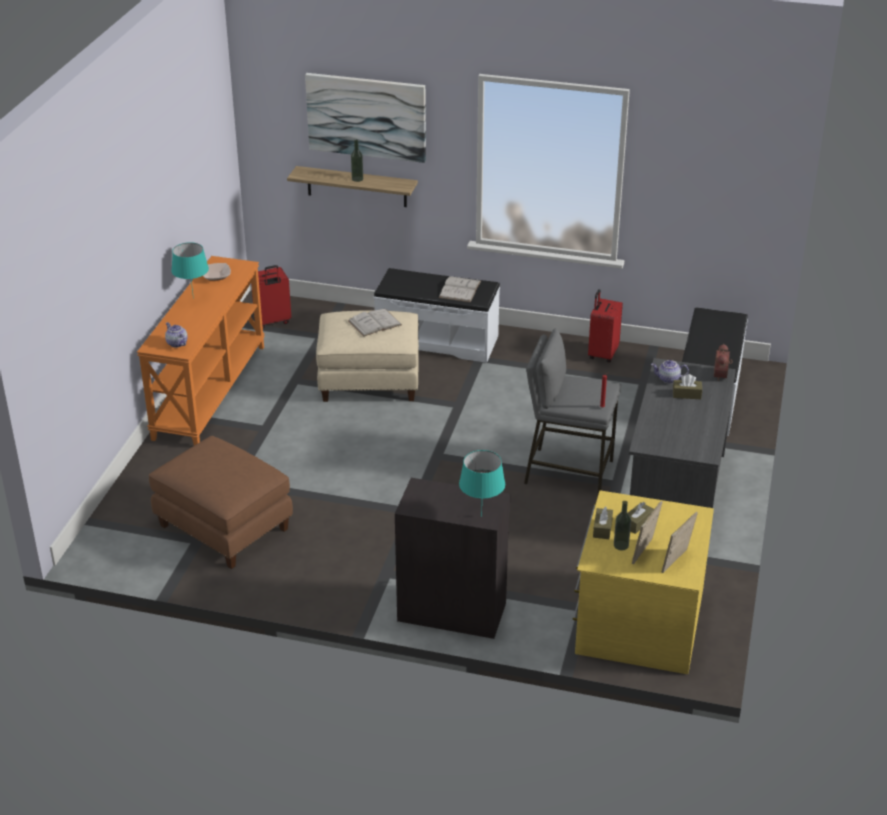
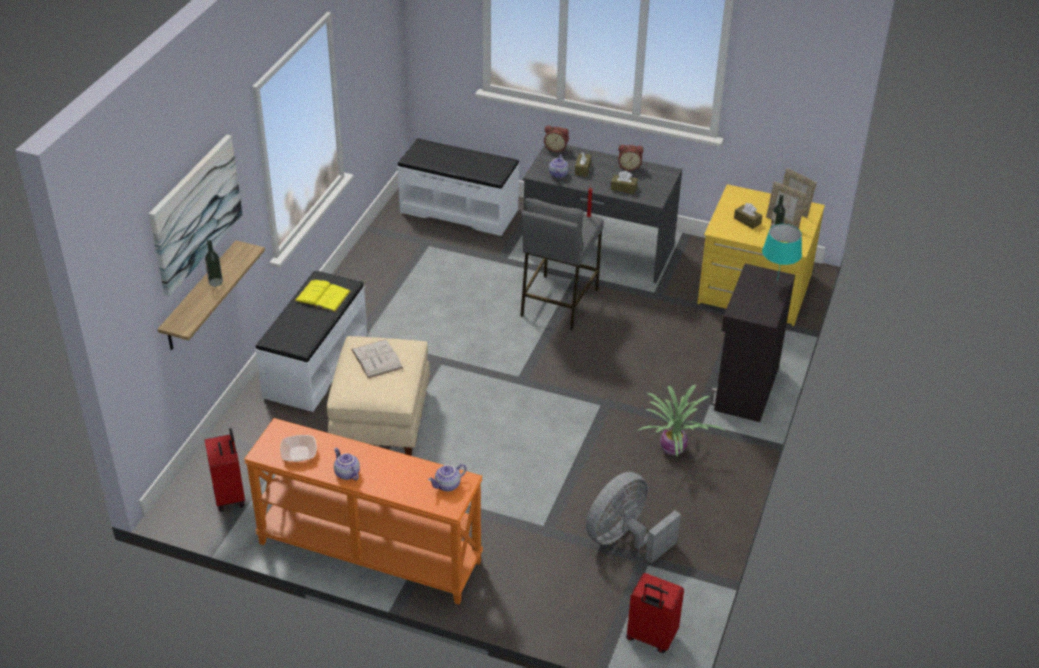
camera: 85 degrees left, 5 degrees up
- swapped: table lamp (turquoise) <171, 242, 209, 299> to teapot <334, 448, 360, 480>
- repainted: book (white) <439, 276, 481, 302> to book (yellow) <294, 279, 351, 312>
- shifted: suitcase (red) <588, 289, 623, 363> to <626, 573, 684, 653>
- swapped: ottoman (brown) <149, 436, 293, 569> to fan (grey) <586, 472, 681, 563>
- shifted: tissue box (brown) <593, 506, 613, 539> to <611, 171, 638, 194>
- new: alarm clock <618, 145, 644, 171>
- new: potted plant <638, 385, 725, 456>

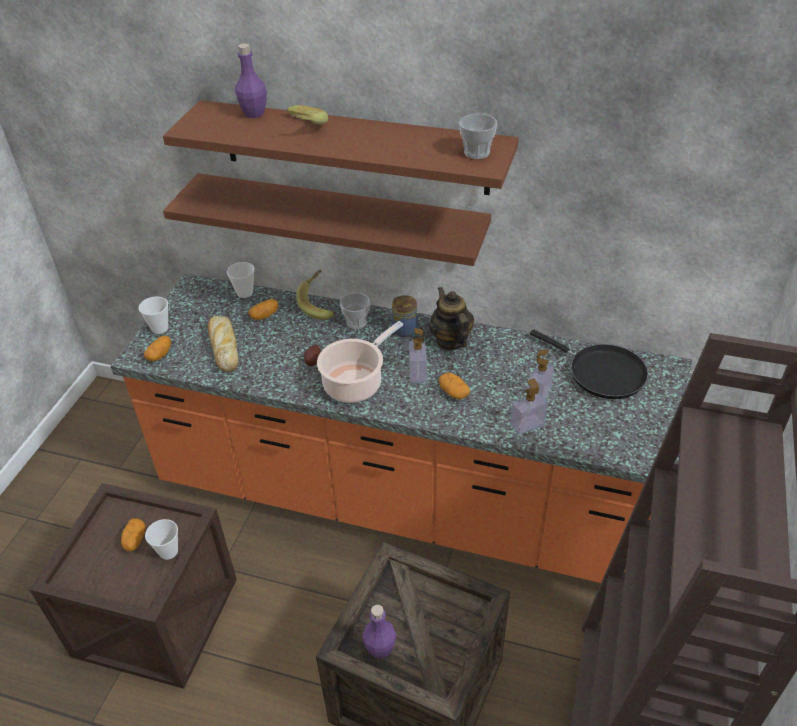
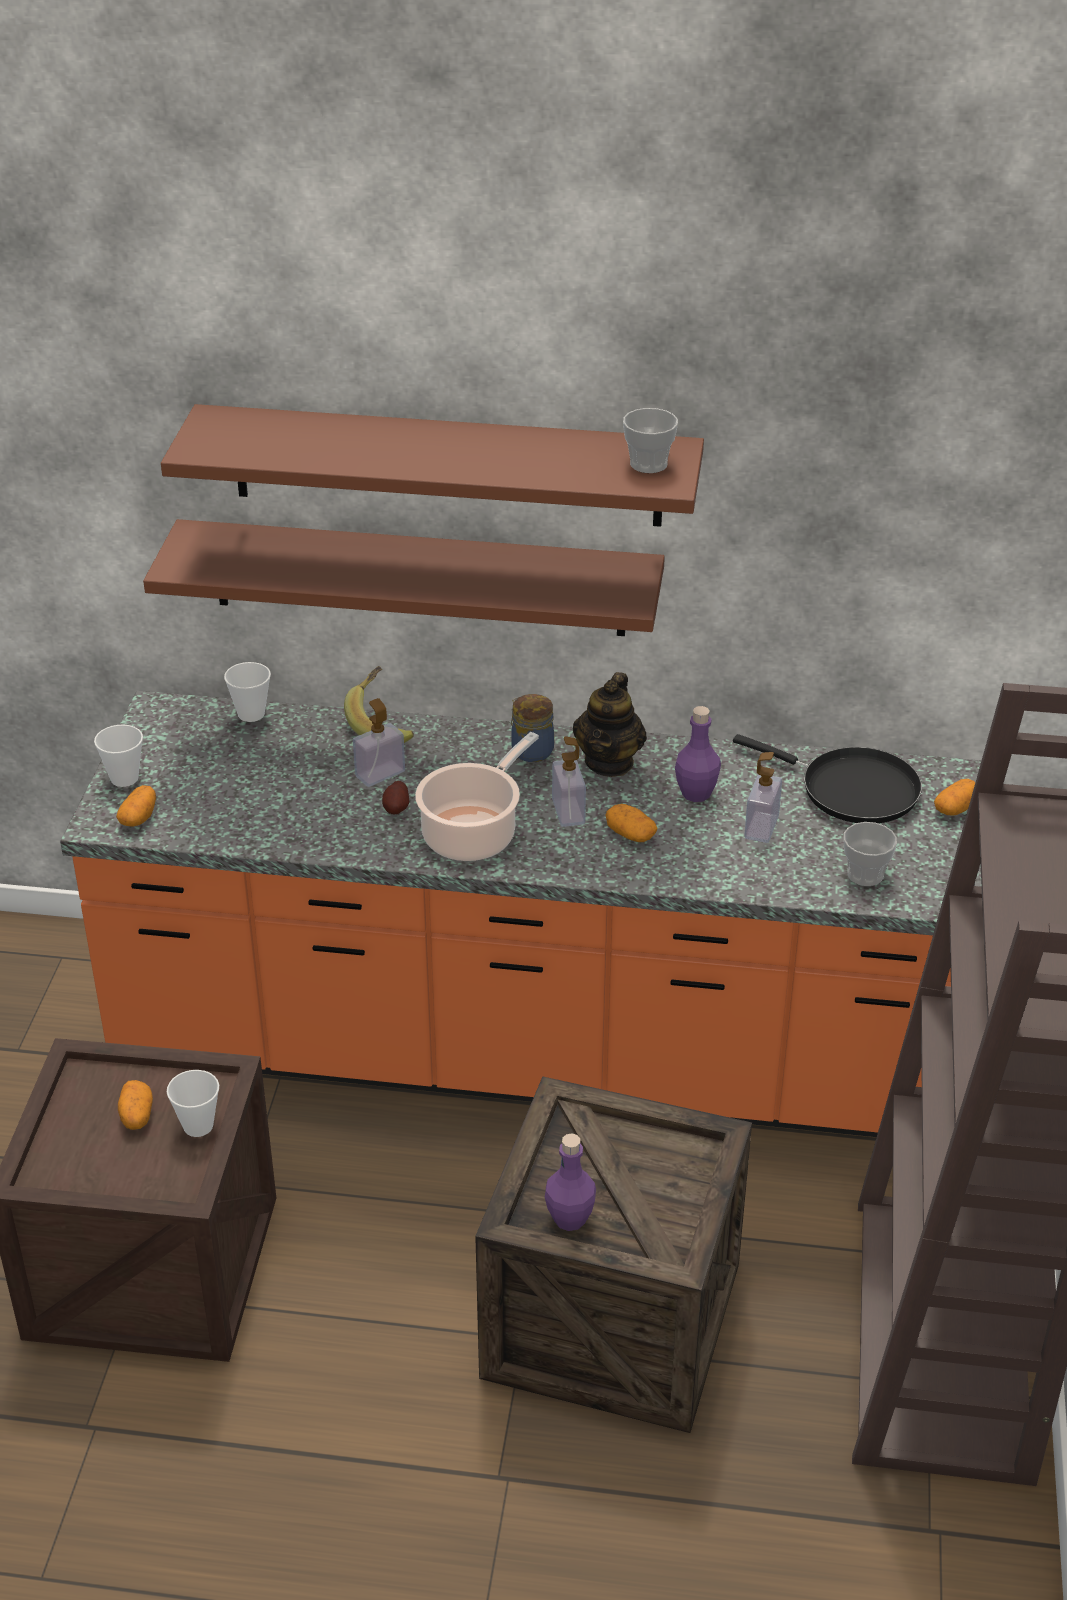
camera: 10 degrees left, 5 degrees down
- shifted: bottle (purple) <235, 44, 267, 118> to <675, 706, 721, 802>
- gone: banana <287, 105, 328, 125>
- rotated: teapot <429, 287, 474, 351> = <573, 672, 647, 777> 135 degrees counterclockwise
- shifted: cup <340, 293, 370, 329> to <844, 822, 897, 886>
- shifted: potato <248, 299, 278, 320> to <934, 779, 975, 816>
- gone: bread <208, 316, 239, 372>
- shifted: soap dispenser <510, 378, 548, 435> to <353, 698, 405, 787>

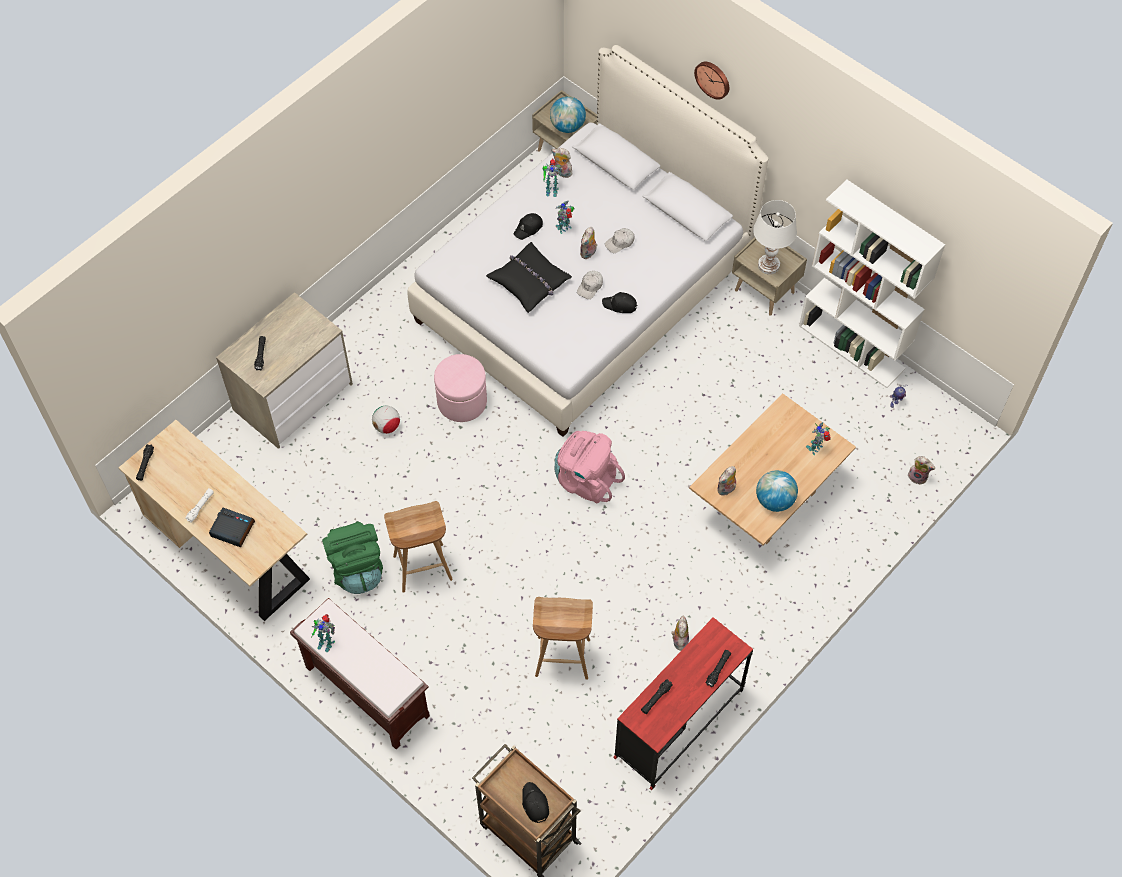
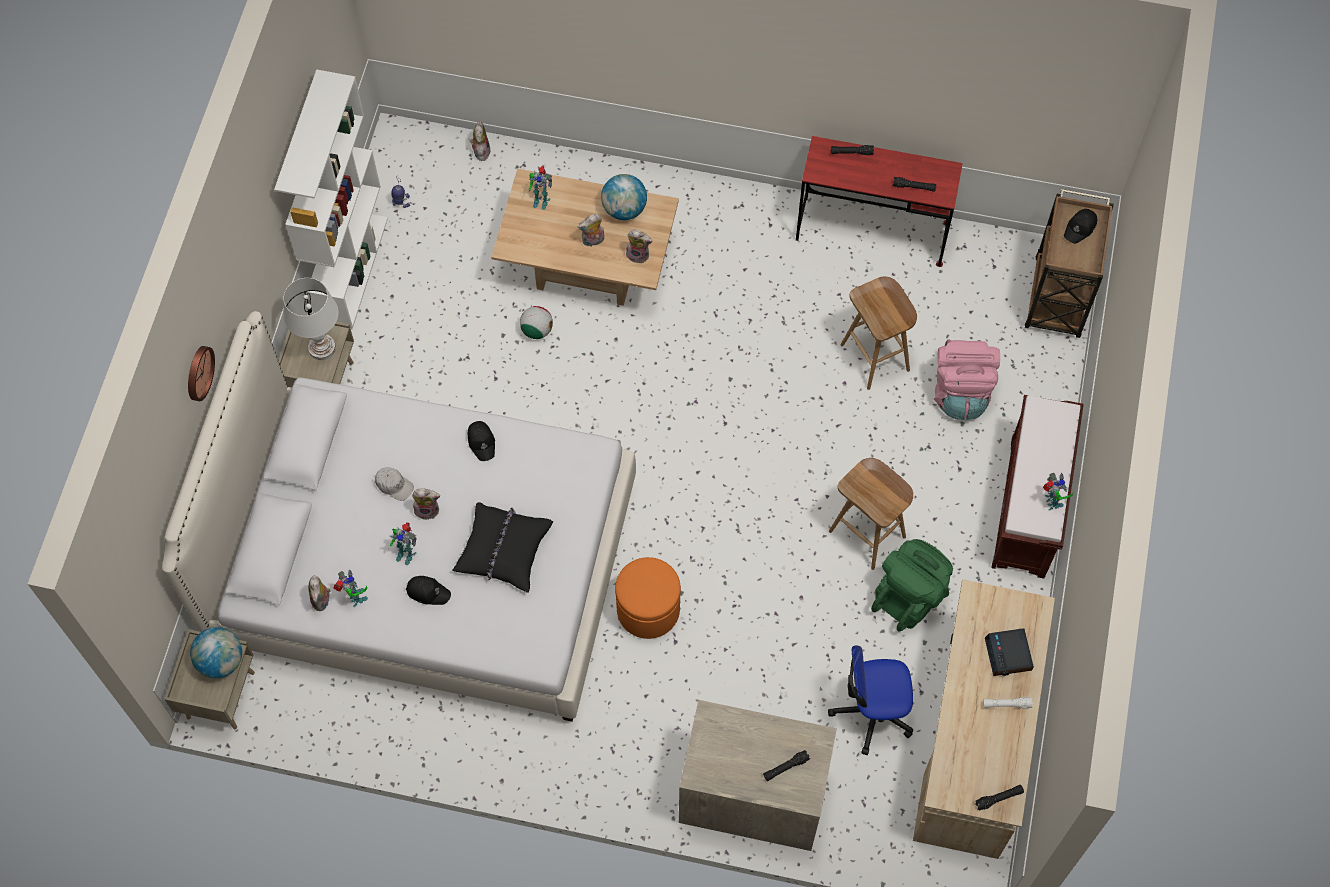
camera: 120 degrees left, 5 degrees up
- gone: cap (white) <577, 271, 603, 299>
- repainted: ottoman (pink) <434, 354, 487, 422> to ottoman (orange) <615, 557, 681, 639>
- shifted: football <372, 406, 400, 434> to <520, 306, 553, 339>
- shifted: backpack (pink) <555, 431, 625, 504> to <934, 339, 1000, 420>
- shifted: plush toy <671, 615, 689, 651> to <578, 214, 604, 247>
- new: office chair <828, 645, 913, 755>

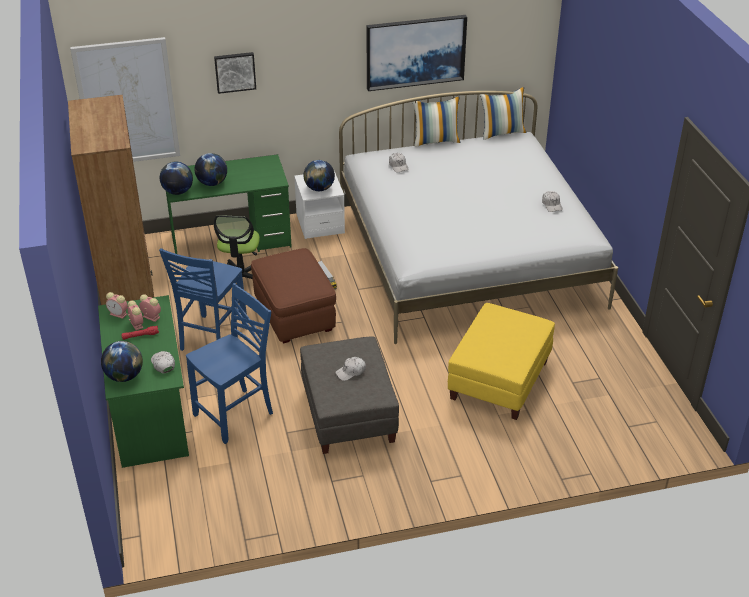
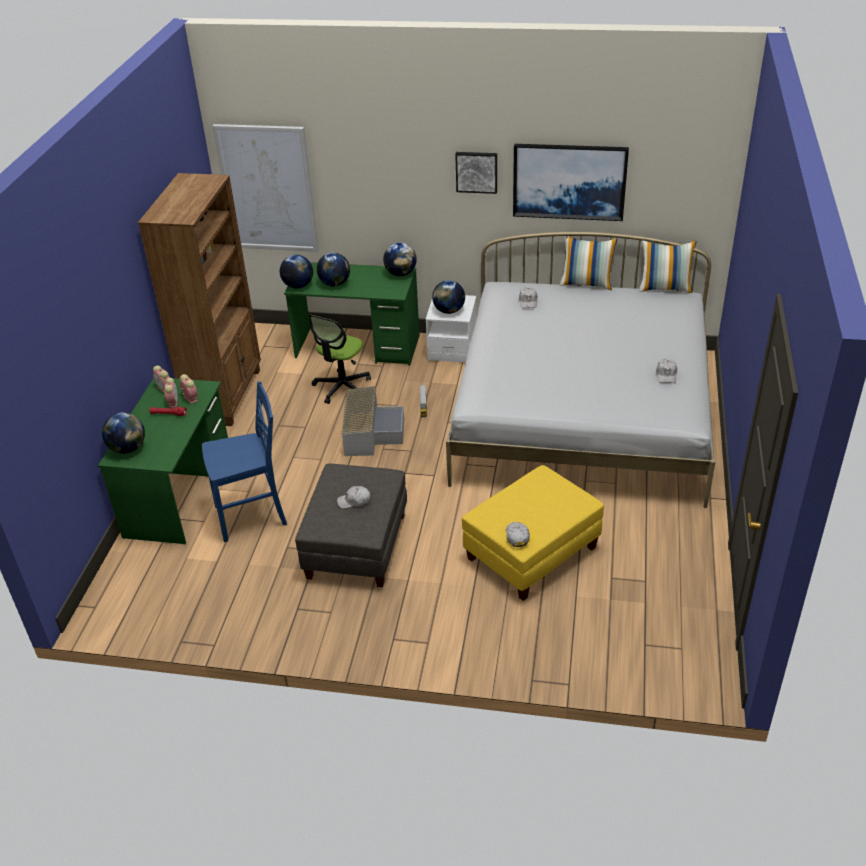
camera: 25 degrees right, 0 degrees up
- shifted: picture <214, 52, 256, 94> to <455, 152, 497, 194>
- gone: chair (blue) <159, 248, 247, 351>
- swapped: ottoman (brown) <251, 248, 336, 343> to storage box (grey) <341, 386, 404, 456>
- shifted: cap (white) <151, 351, 175, 373> to <506, 522, 530, 547>
- new: globe <383, 243, 417, 276>

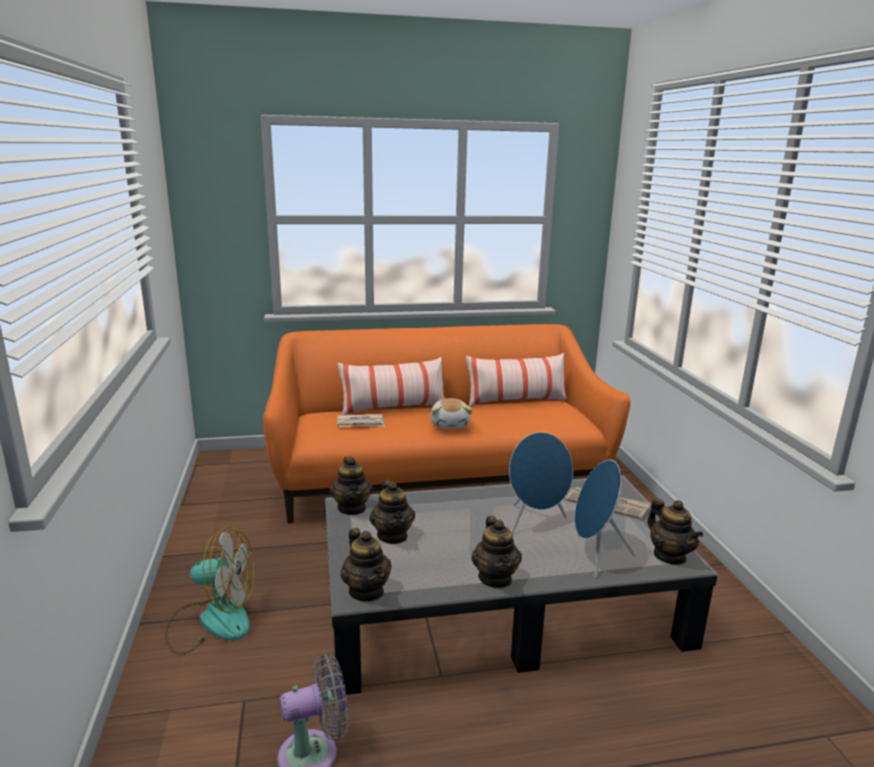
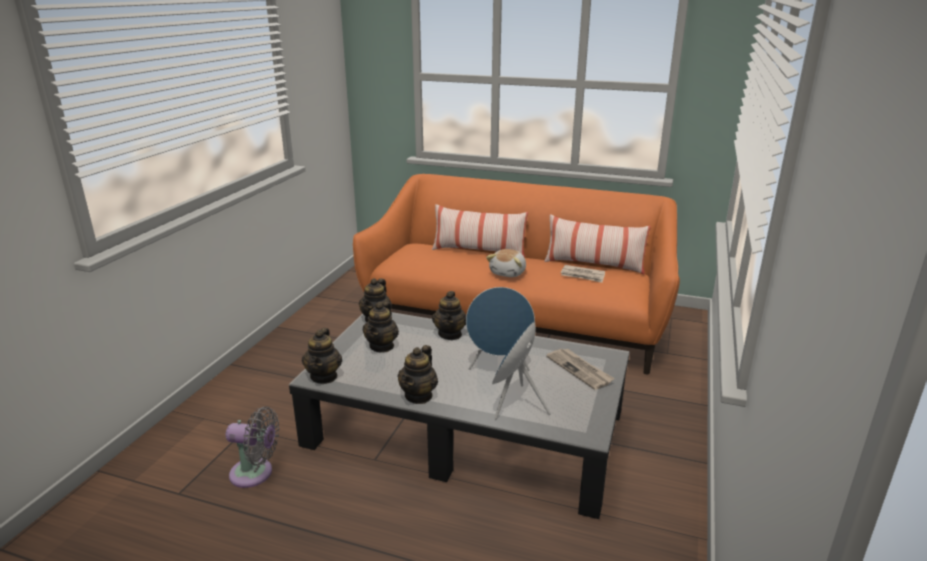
camera: 30 degrees right, 5 degrees up
- shifted: newspaper <337, 414, 385, 427> to <560, 265, 605, 283>
- shifted: teapot <647, 499, 703, 565> to <432, 291, 466, 340>
- gone: fan <165, 527, 254, 655>

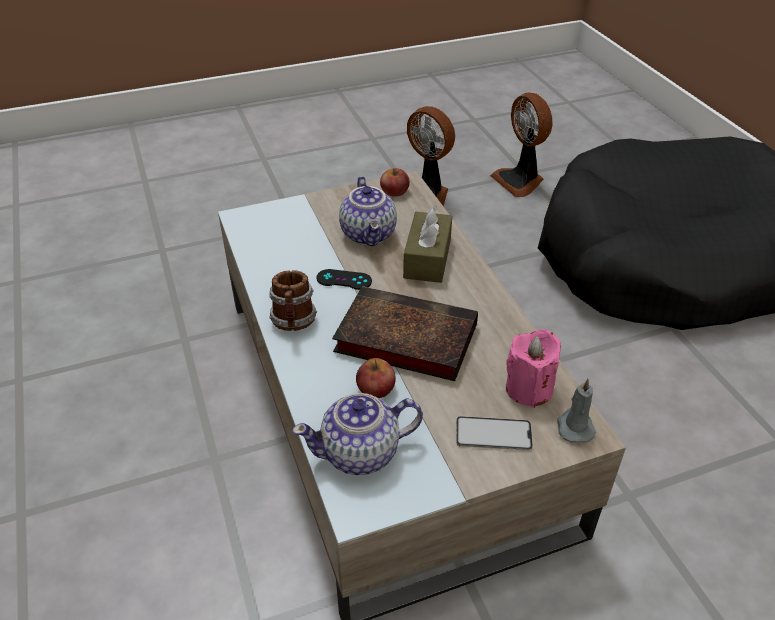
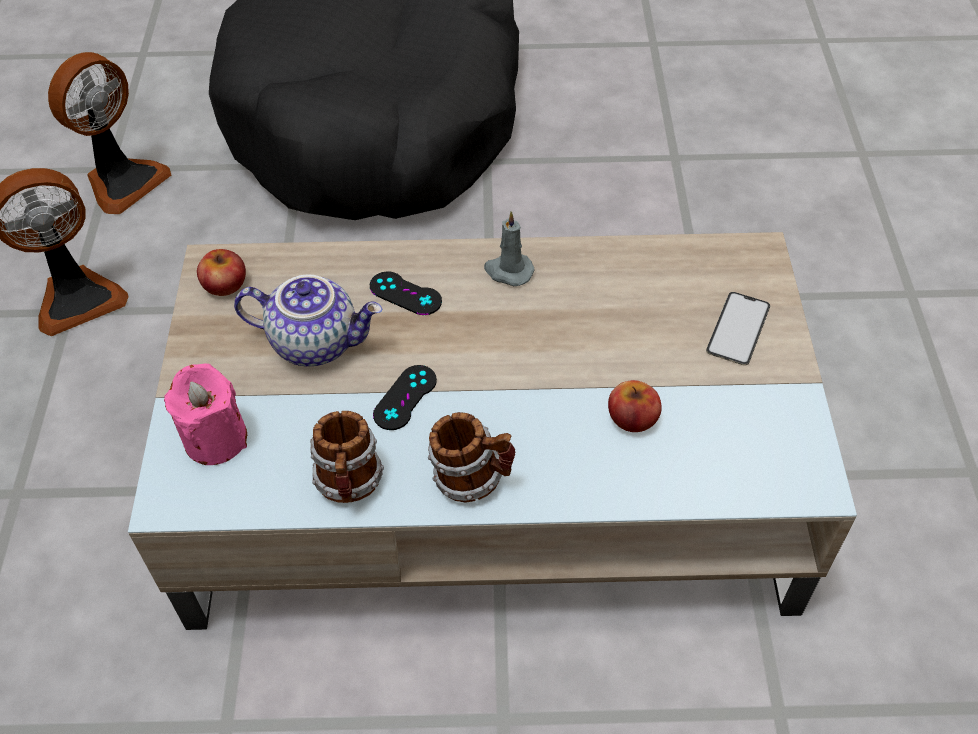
camera: 70 degrees left, 10 degrees up
- rotated: fan <490, 93, 552, 197> = <48, 52, 171, 214> 45 degrees counterclockwise
- swapped: tissue box (brown) <403, 205, 452, 283> to game controller (black) <370, 271, 442, 315>
- gone: book <332, 286, 478, 381>
- shifted: candle (pink) <506, 329, 561, 408> to <164, 363, 247, 465>
- shifted: candle (grey) <557, 379, 596, 443> to <484, 211, 535, 286>
- gone: teapot <292, 393, 423, 475>
- new: mug <310, 411, 384, 503>

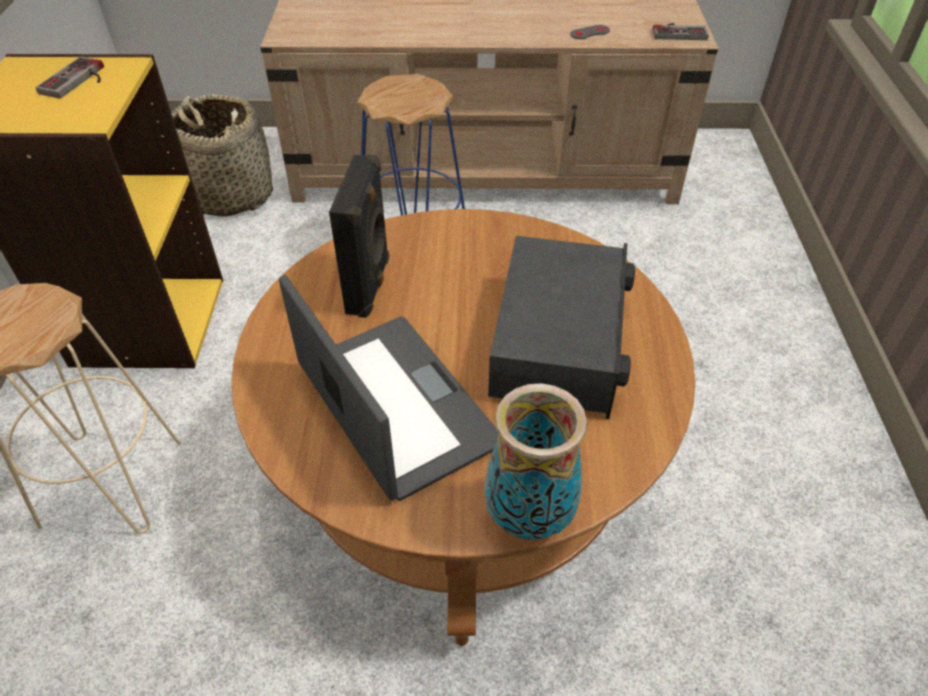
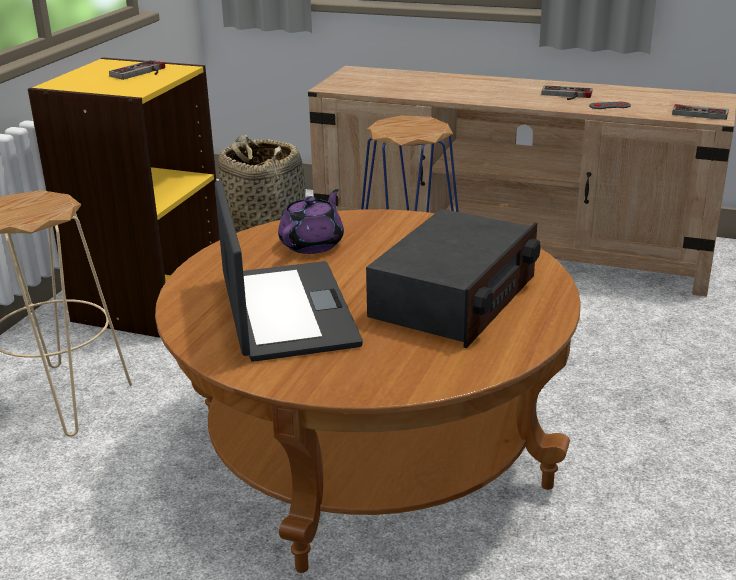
camera: 20 degrees right, 20 degrees down
- swapped: speaker (black) <329, 154, 389, 318> to teapot (purple) <278, 189, 344, 254>
- gone: vase <485, 383, 587, 540>
- new: game controller <541, 85, 593, 100>

